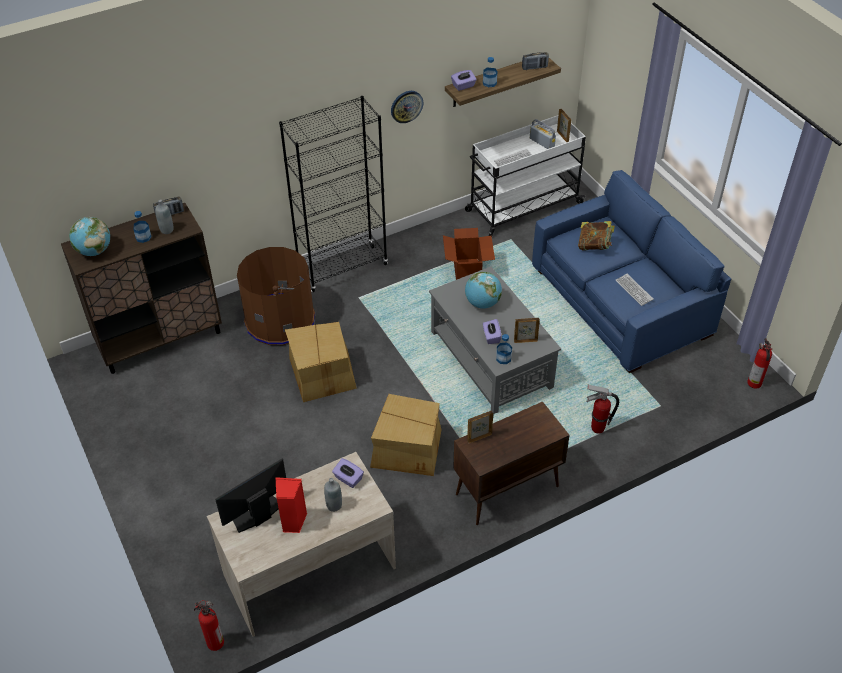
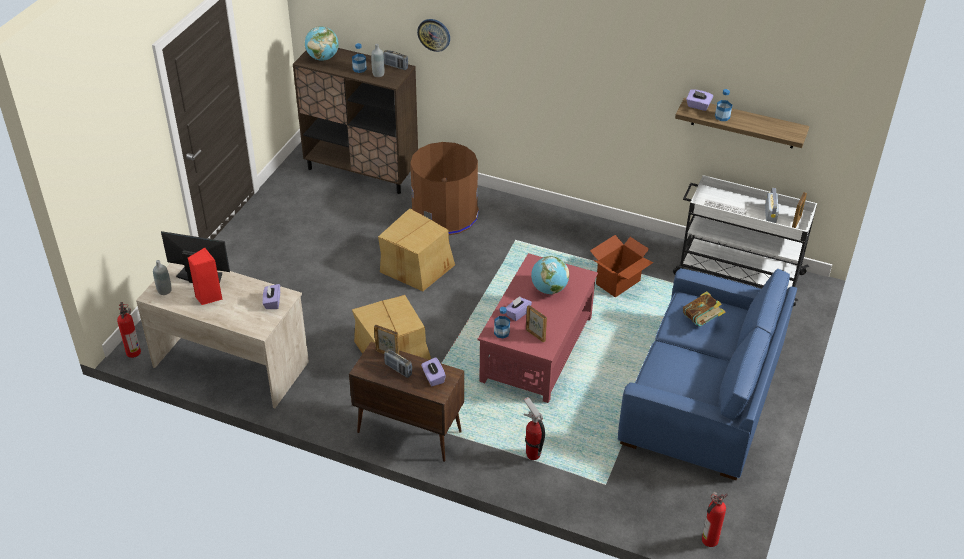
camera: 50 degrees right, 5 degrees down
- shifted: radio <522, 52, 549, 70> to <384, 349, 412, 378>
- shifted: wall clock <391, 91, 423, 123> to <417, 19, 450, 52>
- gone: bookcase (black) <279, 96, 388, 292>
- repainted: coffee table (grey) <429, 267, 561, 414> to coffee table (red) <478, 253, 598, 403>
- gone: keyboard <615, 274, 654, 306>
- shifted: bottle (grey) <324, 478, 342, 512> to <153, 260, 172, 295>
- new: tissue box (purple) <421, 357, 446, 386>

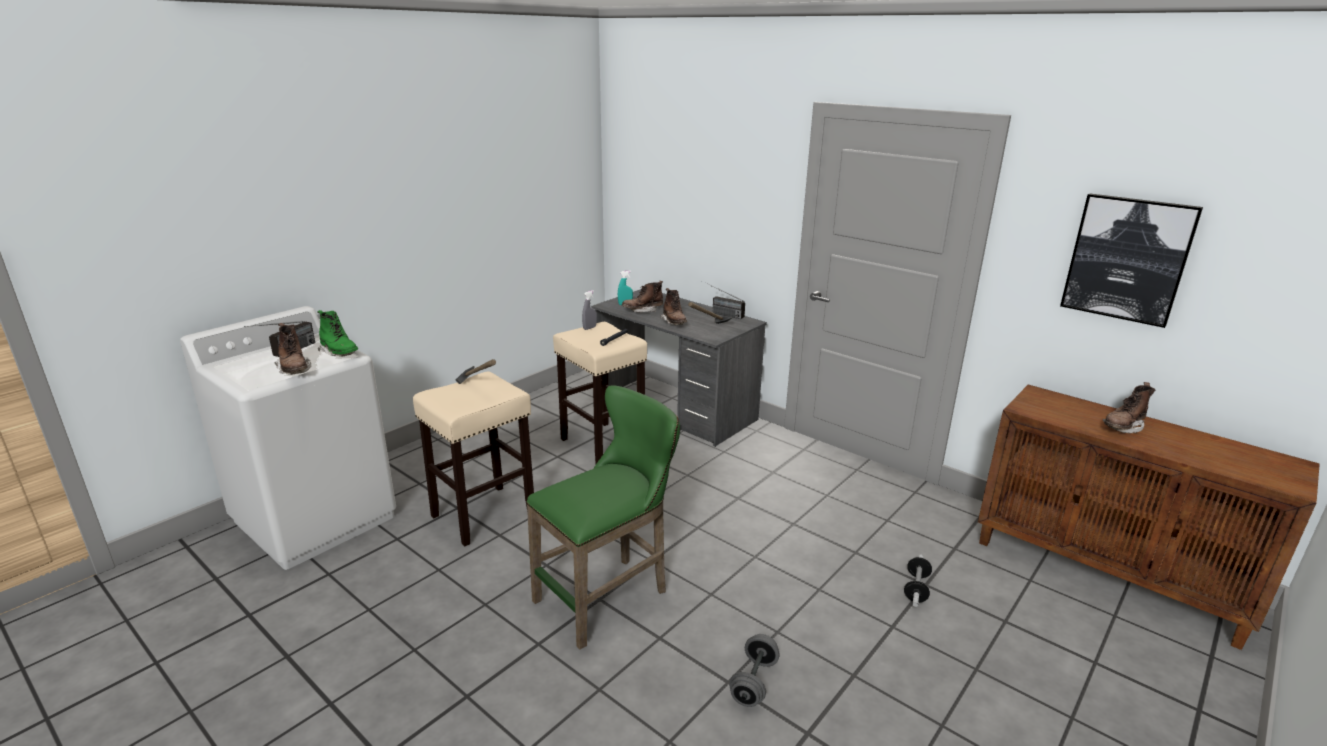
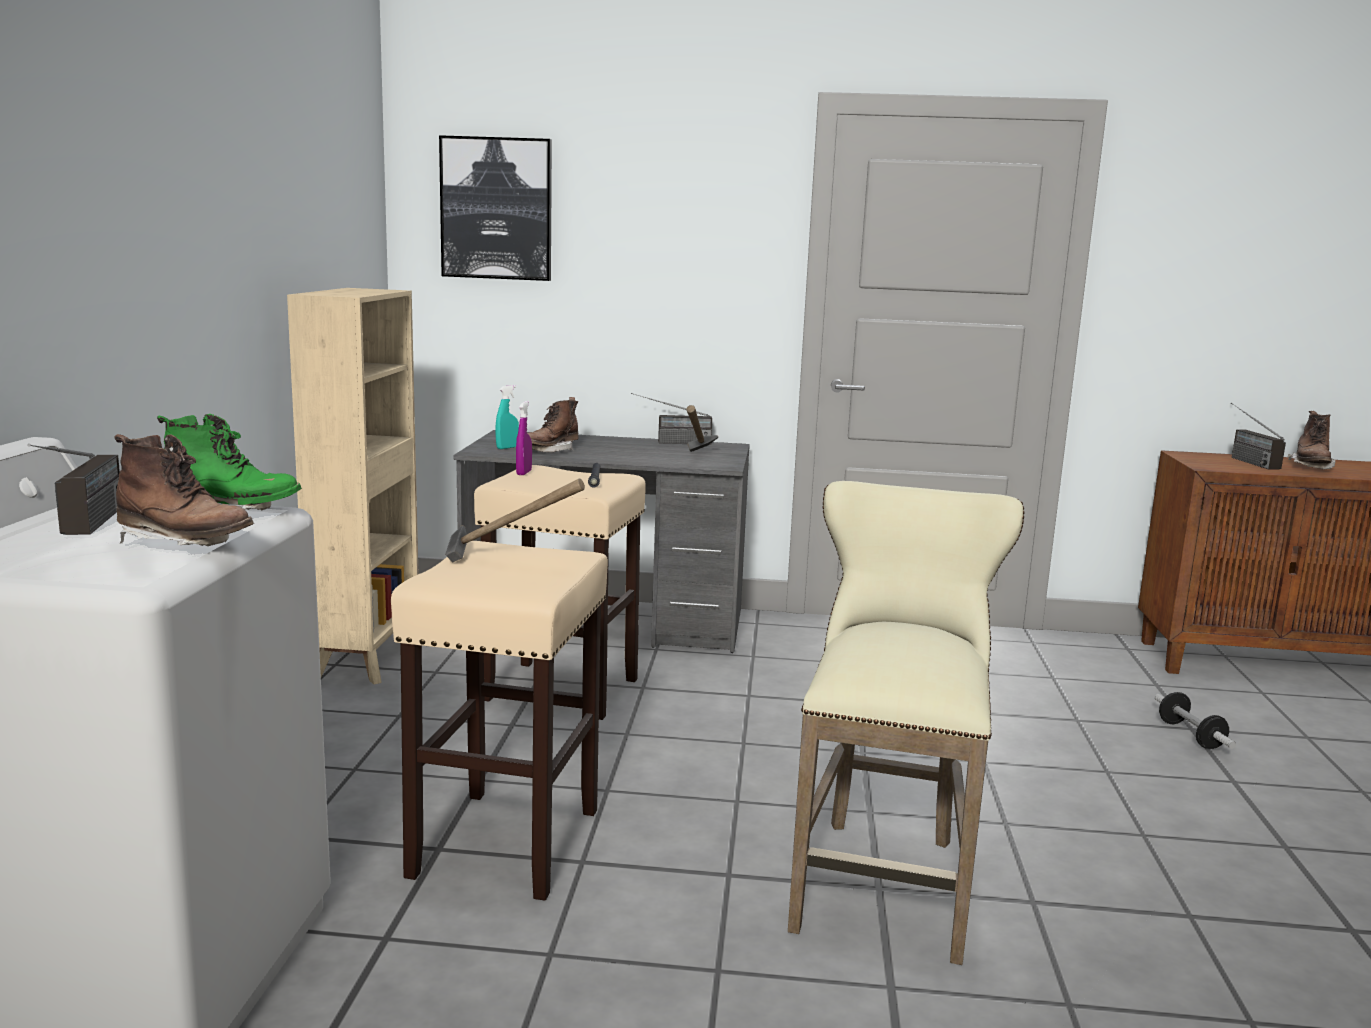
camera: 35 degrees left, 10 degrees down
- shifted: picture <1060, 193, 1203, 328> to <439, 135, 552, 281>
- gone: boot (brown) <660, 288, 687, 325>
- repainted: spray bottle (grey) <582, 290, 597, 330> to spray bottle (purple) <516, 401, 532, 475>
- repainted: stool (green) <526, 385, 680, 649> to stool (beige) <788, 481, 1024, 965>
- gone: dumbbell (grey) <729, 634, 780, 707>
- new: bookcase (beige) <287, 288, 418, 685>
- new: radio <1231, 403, 1286, 469>

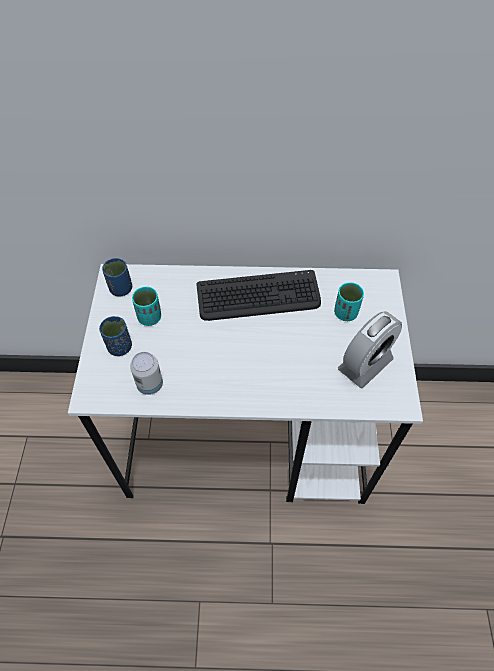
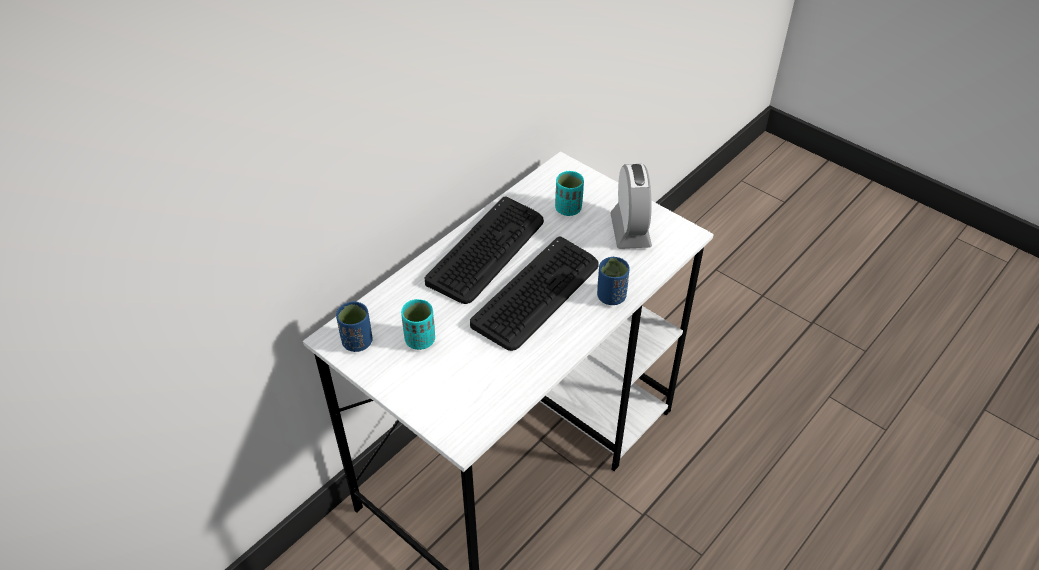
camera: 50 degrees left, 10 degrees down
- shifted: cup (blue) <99, 316, 132, 356> to <597, 257, 630, 305>
- gone: can <130, 352, 163, 395>
- new: keyboard <470, 236, 599, 351>

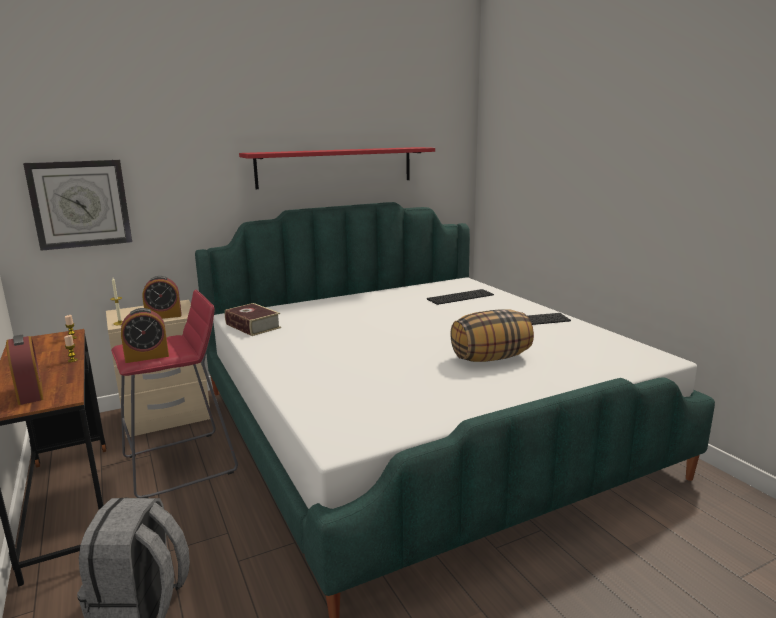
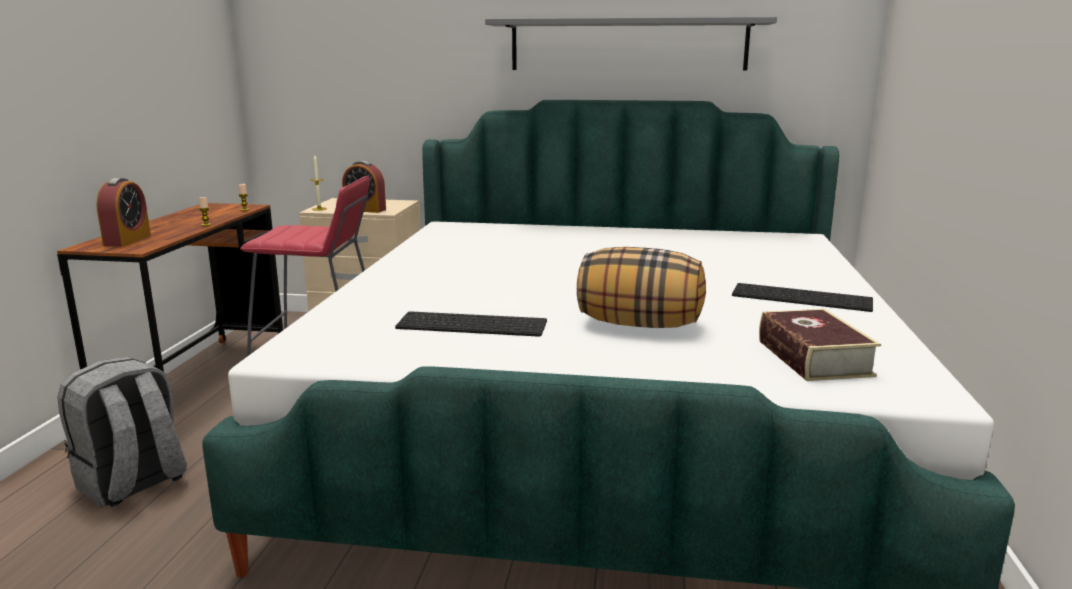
camera: 35 degrees right, 0 degrees up
- repainted: shelf (red) <239, 147, 435, 189> to shelf (grey) <485, 17, 777, 71>
- gone: wall clock <23, 160, 132, 251>
- shifted: keyboard <427, 289, 494, 305> to <395, 311, 547, 337>
- shifted: book <225, 303, 281, 336> to <759, 309, 881, 381>
- gone: alarm clock <121, 308, 169, 363>

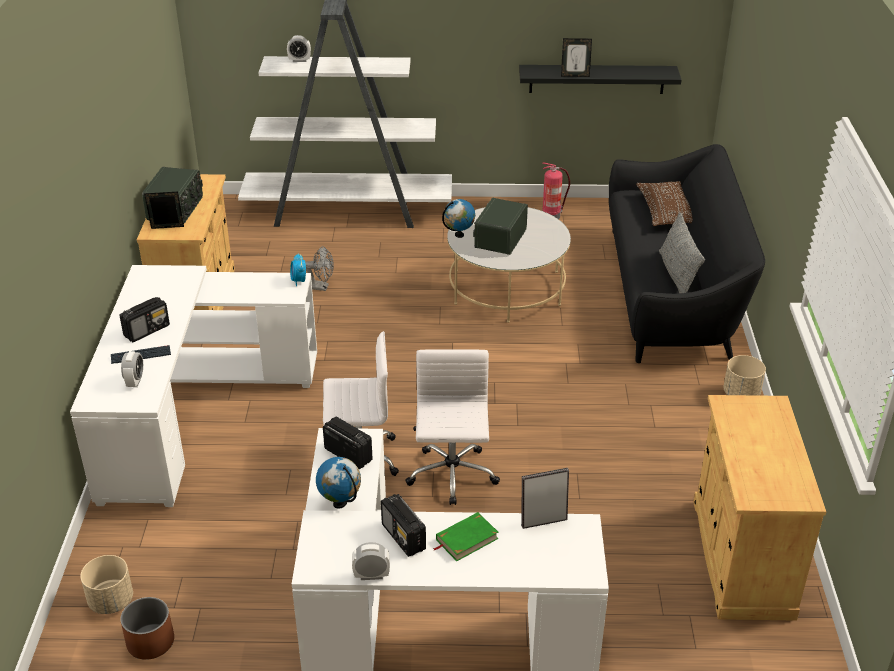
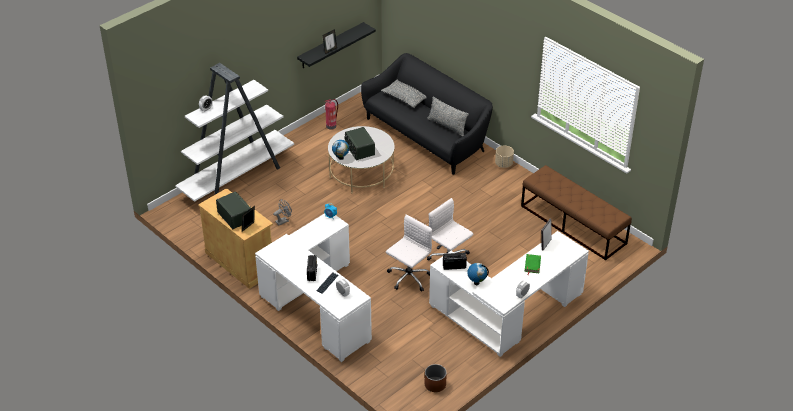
camera: 45 degrees left, 5 degrees up
- repainted: pillow (brown) <636, 181, 692, 226> to pillow (grey) <381, 79, 427, 108>
- swapped: cabinet (beige) <693, 395, 826, 621> to bench (brown) <521, 165, 632, 261>
- gone: radio <381, 494, 426, 557>
- gone: planter (beige) <80, 555, 133, 614>

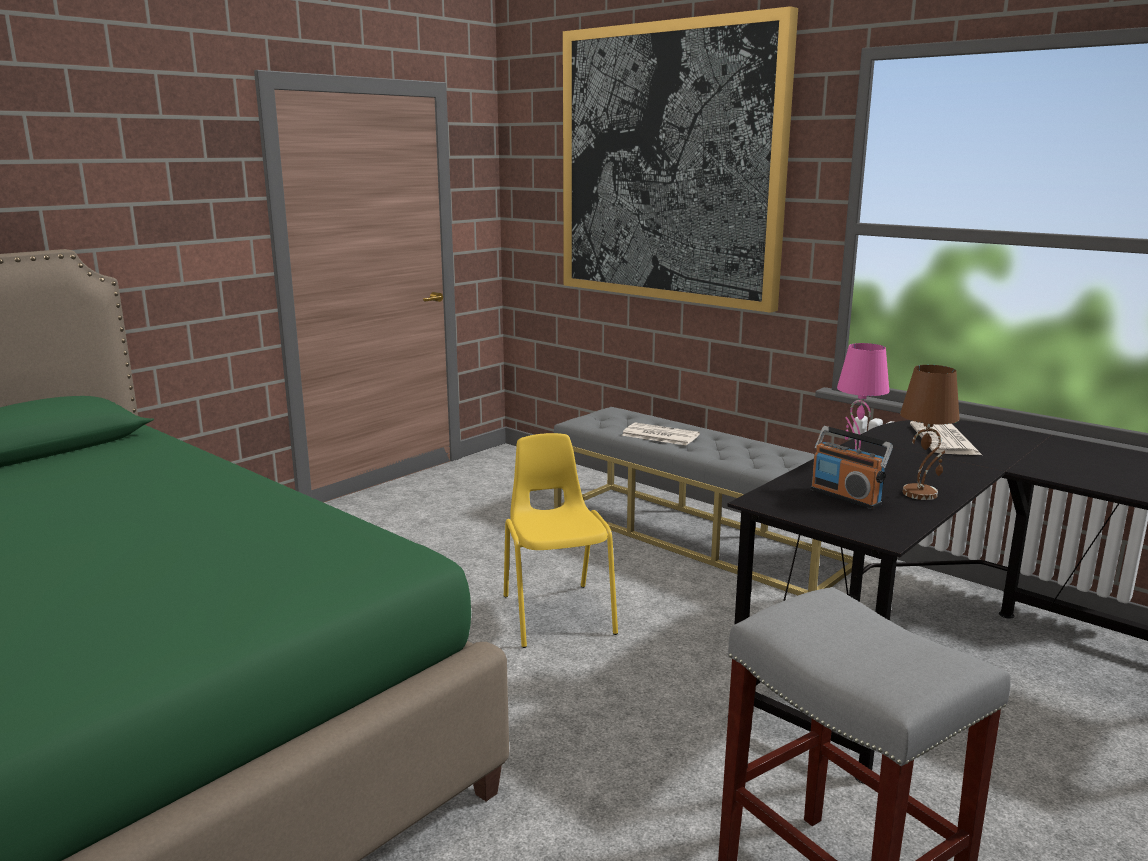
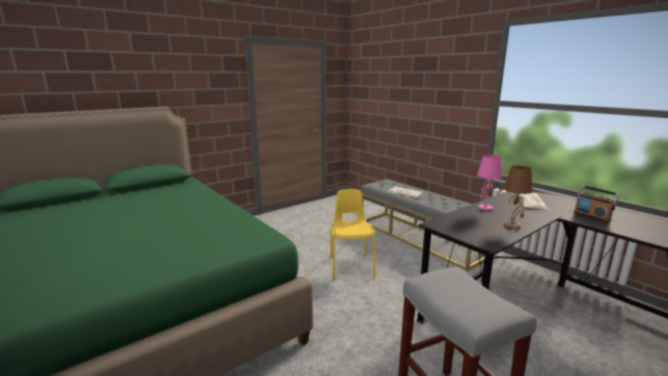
camera: 10 degrees right, 0 degrees up
- gone: picture <563, 6, 798, 313>
- shifted: radio <810, 426, 893, 509> to <574, 185, 620, 222>

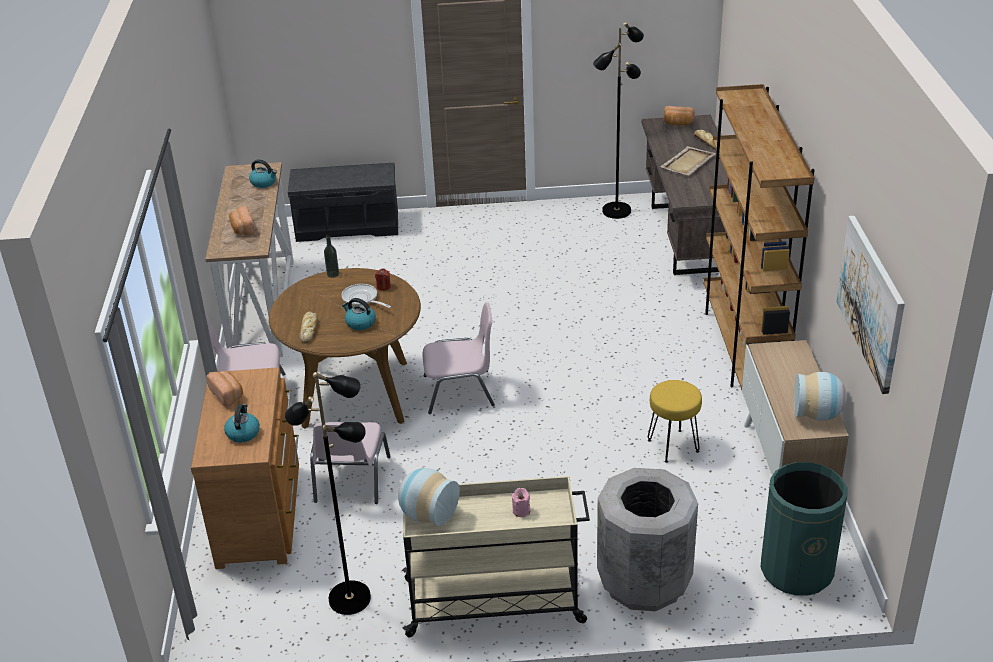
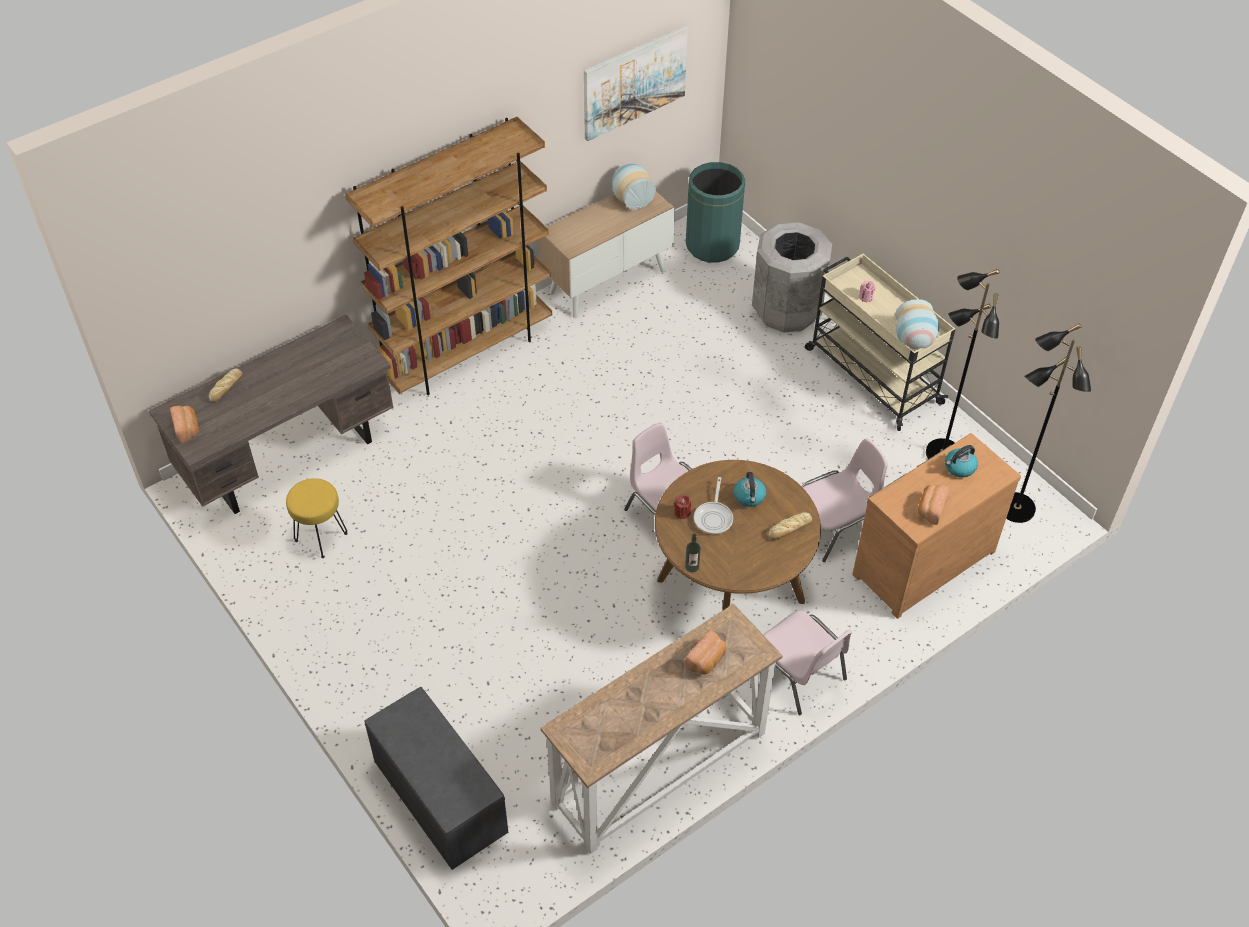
camera: 125 degrees left, 15 degrees up
- shifted: floor lamp (black) <593, 22, 644, 219> to <1006, 323, 1091, 523>
- gone: tray (beige) <660, 146, 716, 176>
- gone: kettle <249, 159, 277, 188>
- shifted: stool (yellow) <648, 380, 702, 463> to <286, 478, 348, 558>

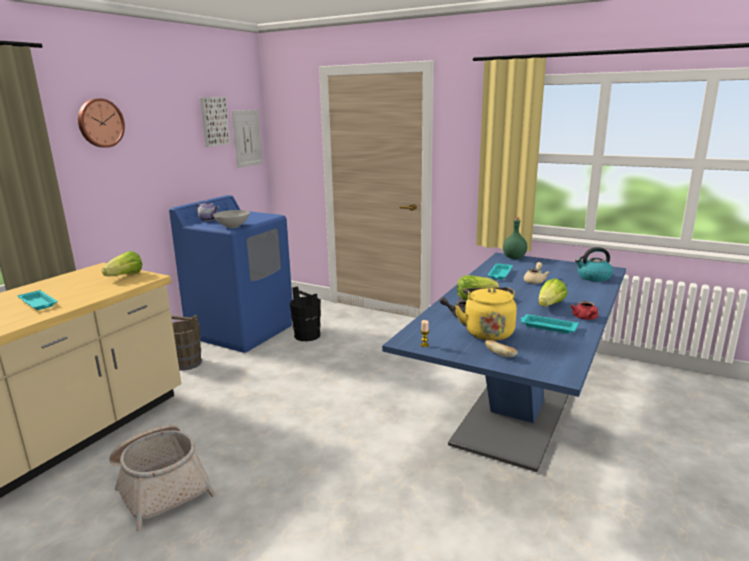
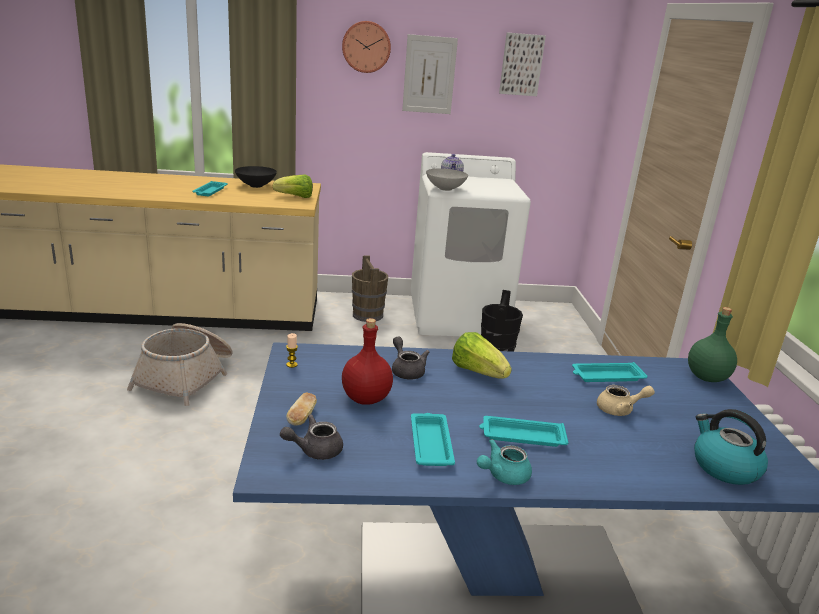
camera: 55 degrees right, 5 degrees up
- shifted: picture <232, 110, 263, 168> to <402, 34, 458, 114>
- repainted: washing machine (blue) <169, 195, 292, 353> to washing machine (white) <411, 152, 531, 336>
- swapped: lettuce <538, 278, 567, 307> to tray (turquoise) <479, 416, 568, 447>
- swapped: kettle (yellow) <455, 287, 517, 341> to bottle (red) <342, 318, 393, 405>
- repainted: teapot (red) <570, 301, 598, 320> to teapot (turquoise) <477, 439, 532, 485>
- new: bowl (black) <235, 166, 277, 188>
- new: teapot (grey) <280, 414, 343, 460>

